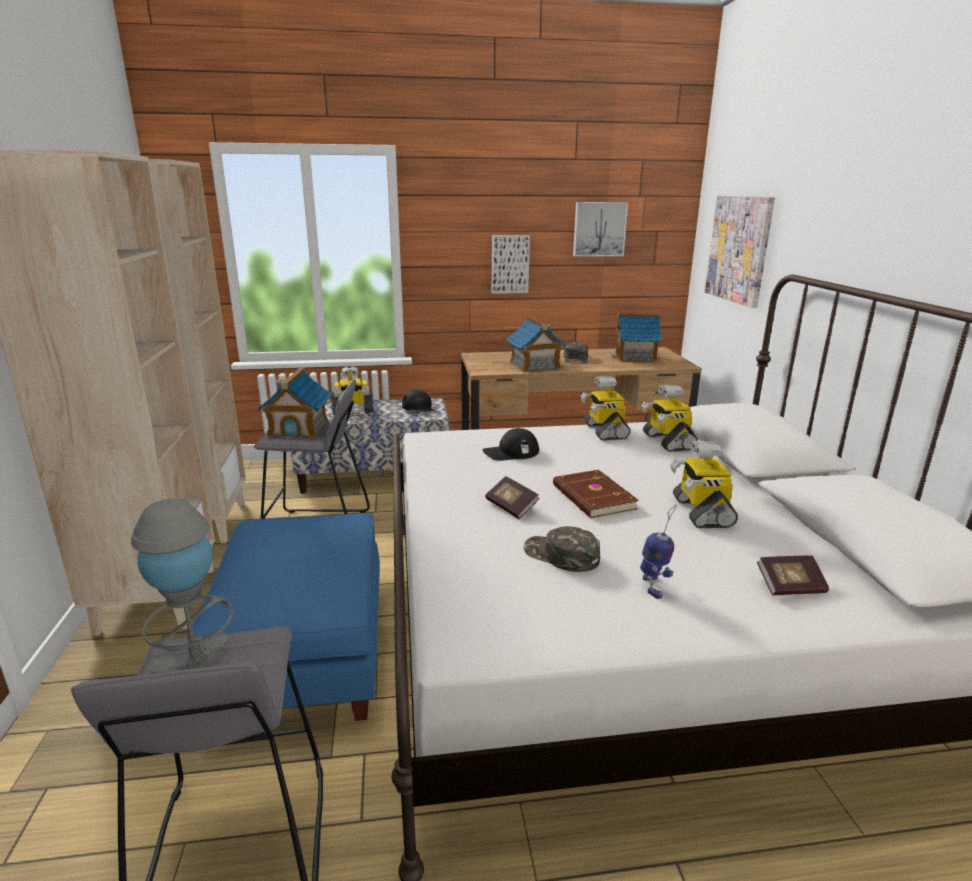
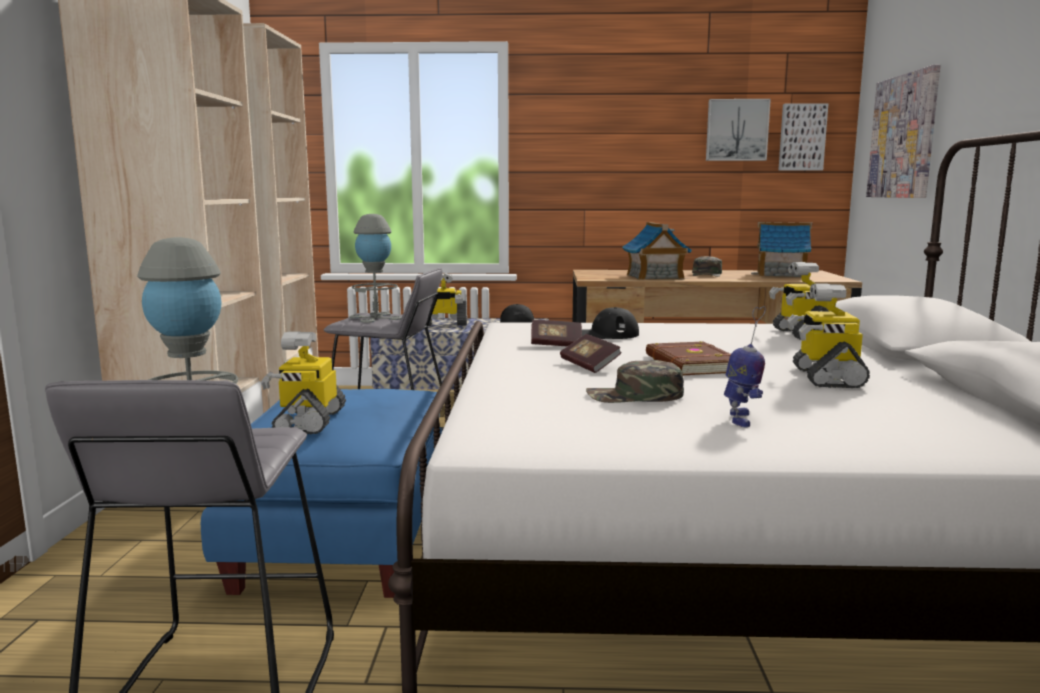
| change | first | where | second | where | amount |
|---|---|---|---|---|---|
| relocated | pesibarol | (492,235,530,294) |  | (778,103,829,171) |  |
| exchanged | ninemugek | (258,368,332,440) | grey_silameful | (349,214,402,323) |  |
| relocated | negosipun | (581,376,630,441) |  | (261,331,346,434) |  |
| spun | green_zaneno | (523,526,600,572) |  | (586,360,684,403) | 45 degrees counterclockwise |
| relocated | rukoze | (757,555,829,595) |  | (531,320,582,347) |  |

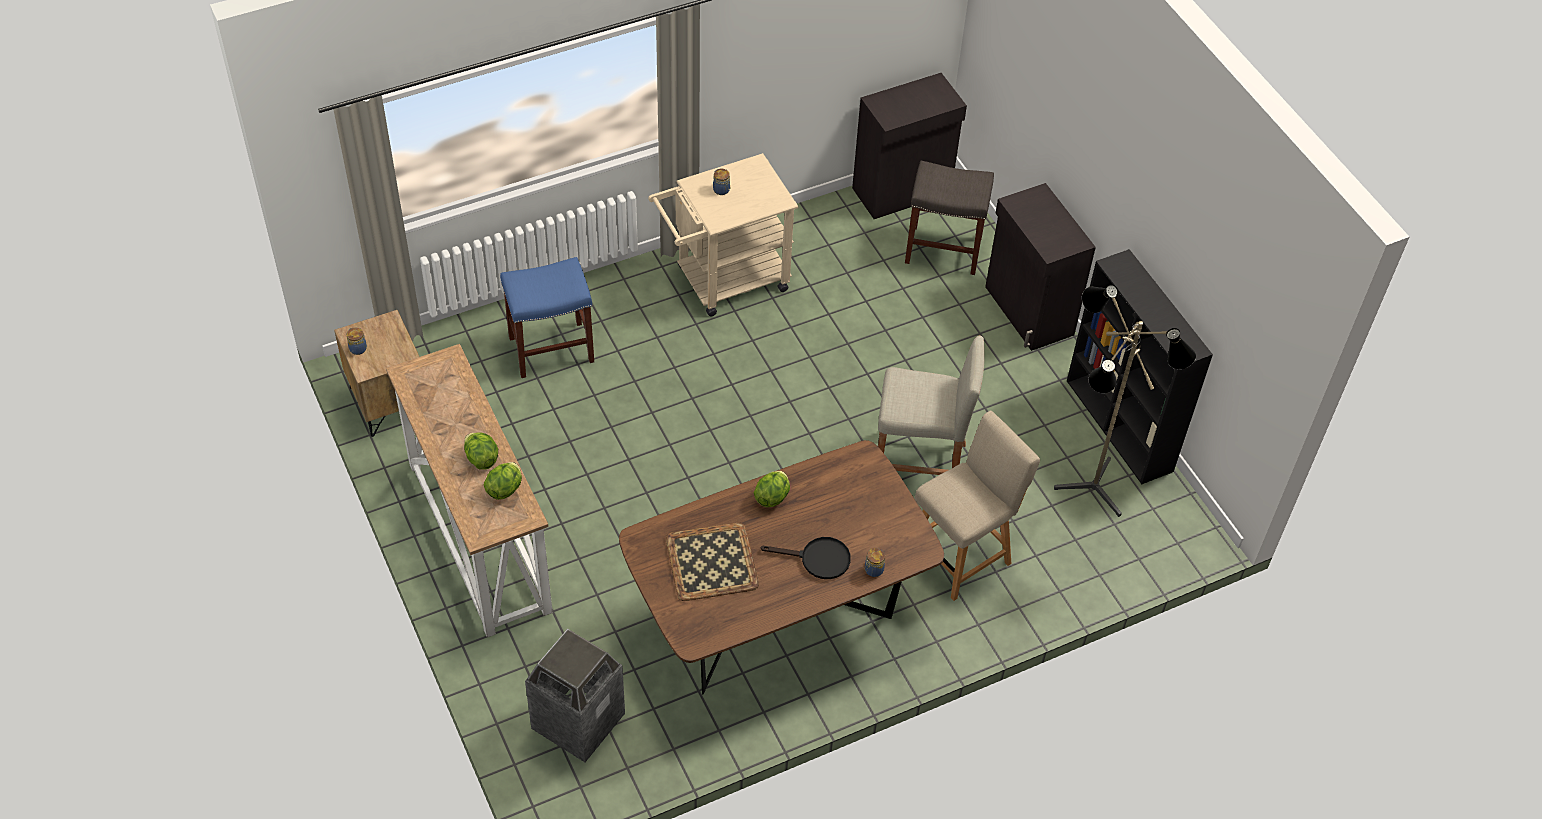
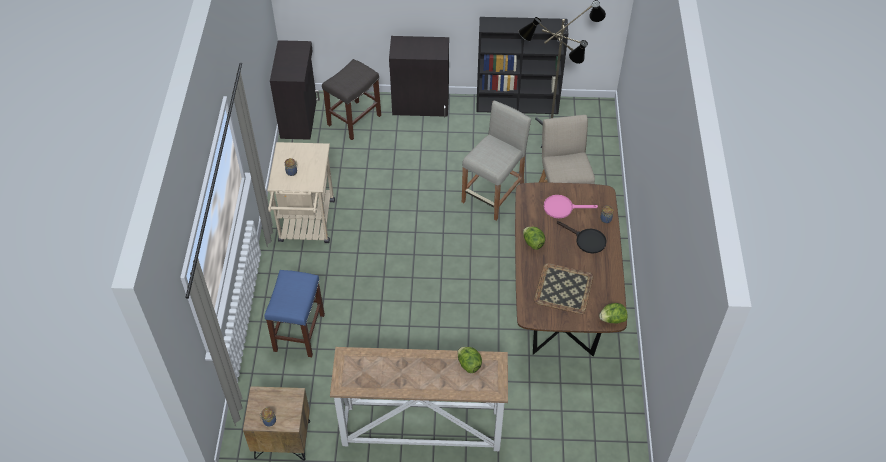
| change | first | where | second | where | amount |
|---|---|---|---|---|---|
| relocated | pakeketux | (464,432,498,470) |  | (599,303,627,324) |  |
| spun | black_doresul | (760,537,851,579) |  | (557,221,607,254) | 90 degrees clockwise |
| missing | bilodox | (525,629,625,762) |  |  |  |
| appeared |  |  | pink_doresul | (544,195,598,218) |  |

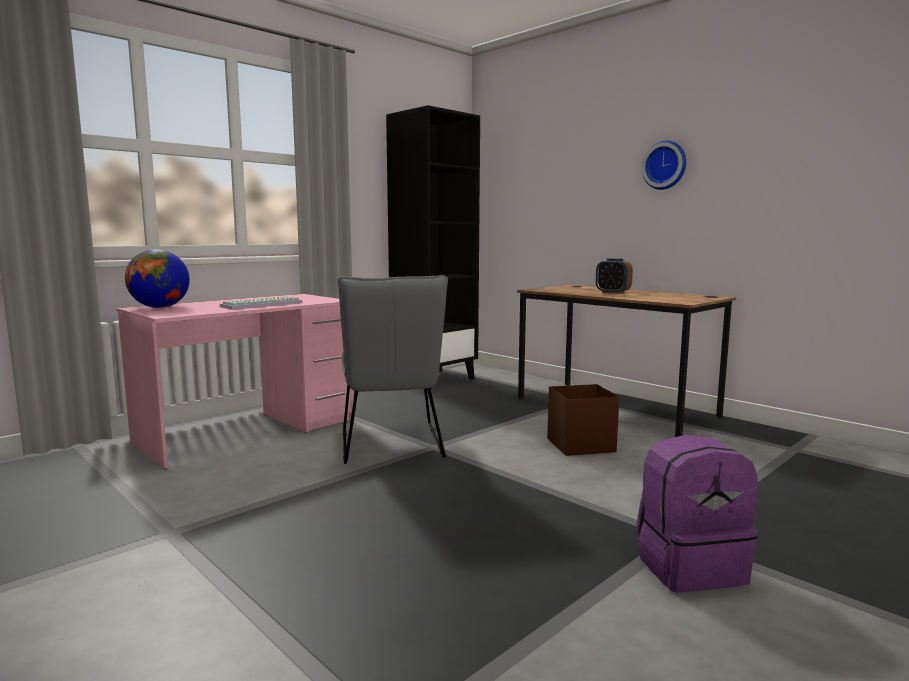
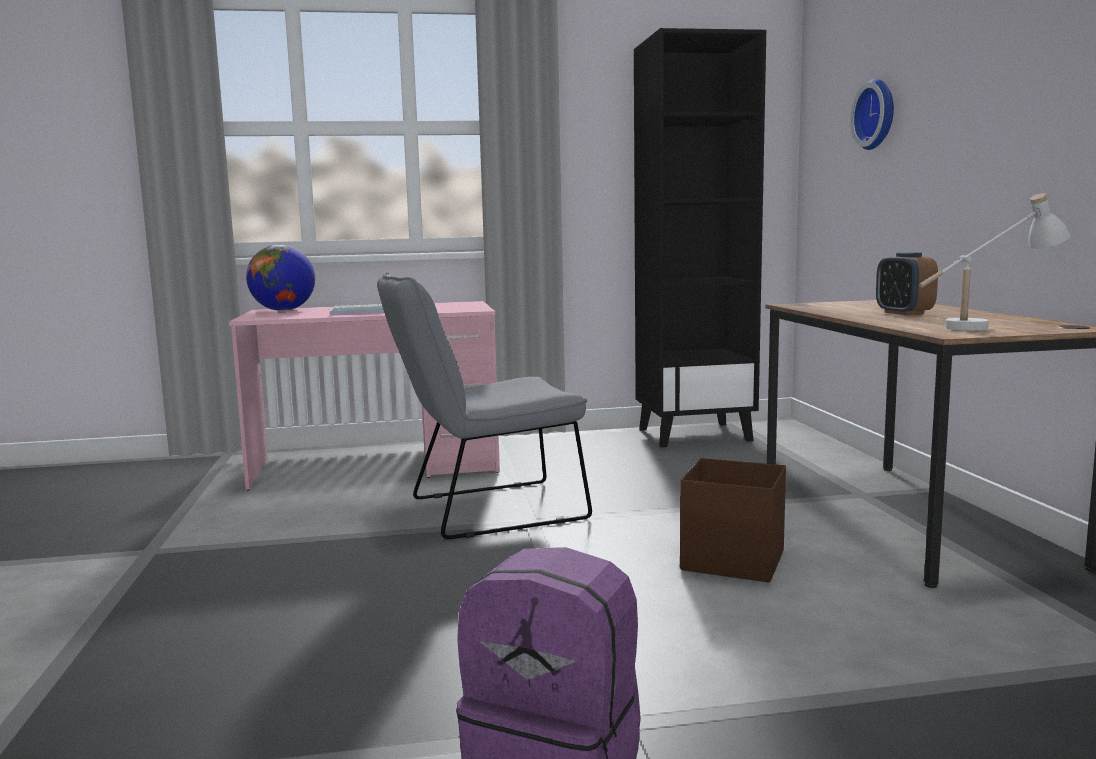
| change | first | where | second | where | amount |
|---|---|---|---|---|---|
| relocated | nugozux | (642,141,687,190) |  | (850,79,894,150) |  |
| spun | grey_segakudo | (338,275,448,464) |  | (377,273,592,539) | 45 degrees clockwise |
| appeared |  |  | white_silameful | (919,193,1071,331) |  |

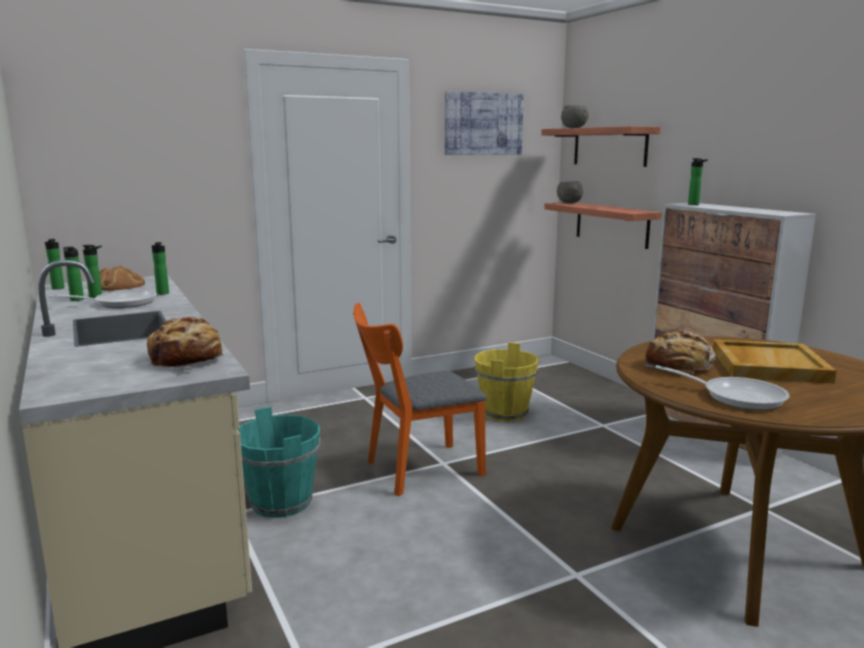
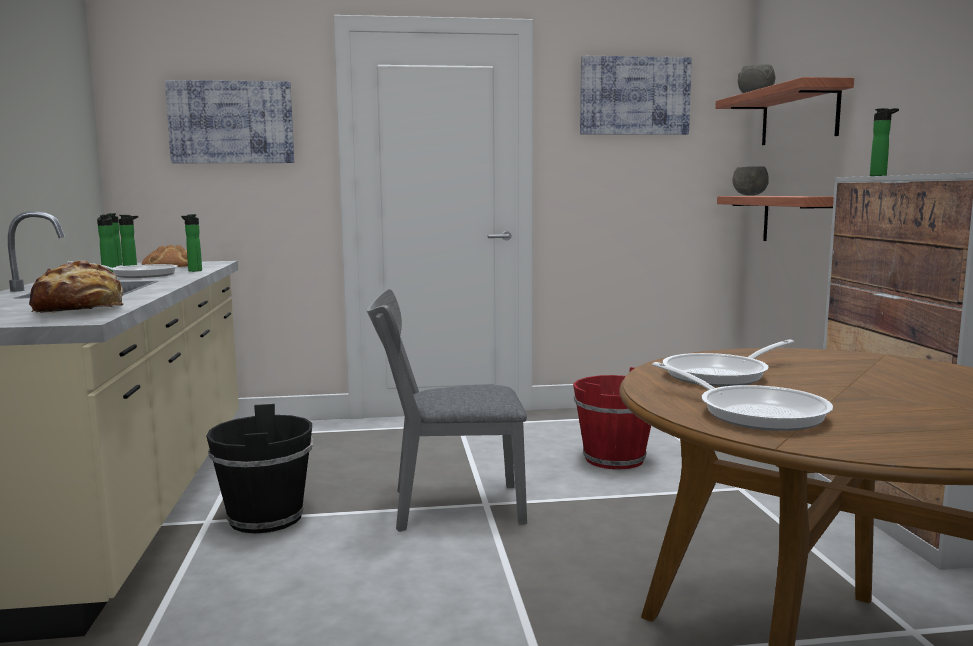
| change | first | where | second | where | amount |
|---|---|---|---|---|---|
| colour | orange_segakudo | (353,303,487,496) | grey_segakudo | (366,289,527,532) |  |
| exchanged | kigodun | (643,329,716,374) | doresul | (663,339,794,387) |  |
| missing | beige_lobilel | (713,340,837,384) |  |  |  |
| colour | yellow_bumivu | (475,342,539,422) | red_bumivu | (573,367,651,470) |  |
| colour | turquoise_bumivu | (238,407,320,518) | black_bumivu | (206,404,313,533) |  |
| appeared |  |  | pesibarol | (165,80,294,163) |  |

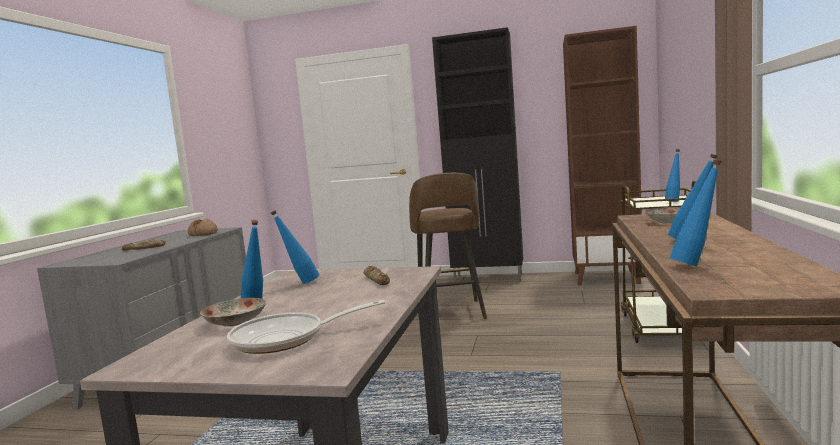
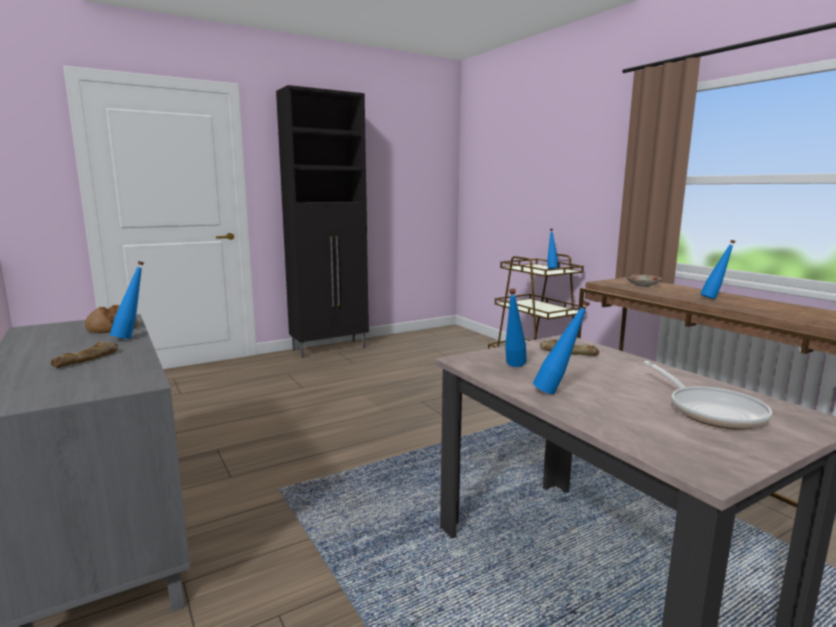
| change | first | where | second | where | amount |
|---|---|---|---|---|---|
| missing | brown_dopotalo | (563,26,642,285) |  |  |  |
| relocated | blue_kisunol | (670,159,722,266) |  | (110,261,144,339) |  |
| missing | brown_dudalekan | (409,173,487,319) |  |  |  |
| missing | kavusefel | (200,298,266,326) |  |  |  |
| spun | doresul | (227,300,385,354) |  | (643,361,772,430) | 45 degrees counterclockwise |

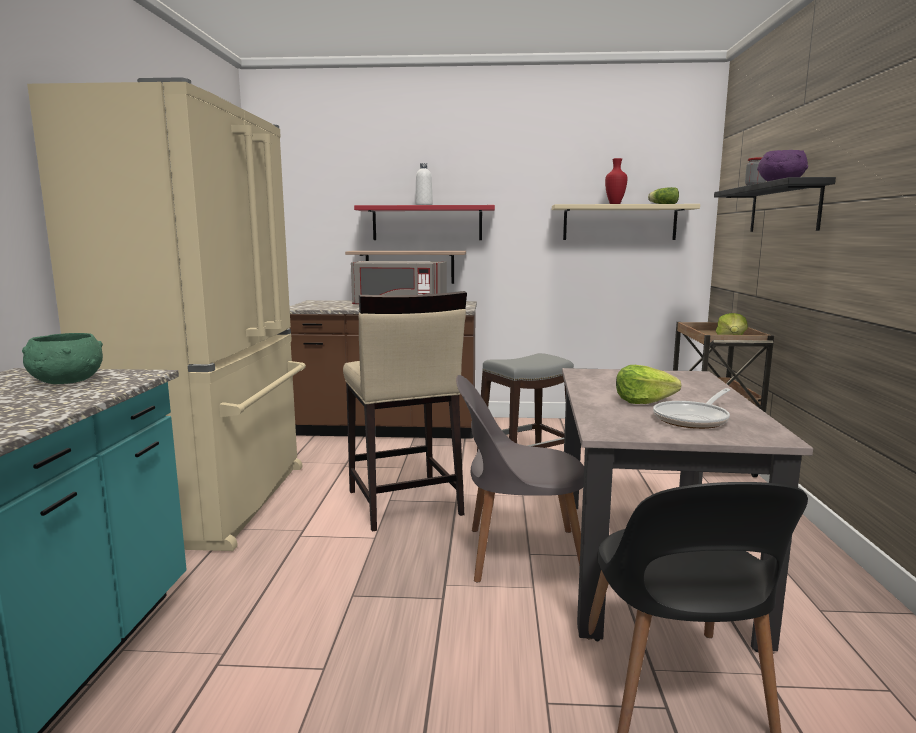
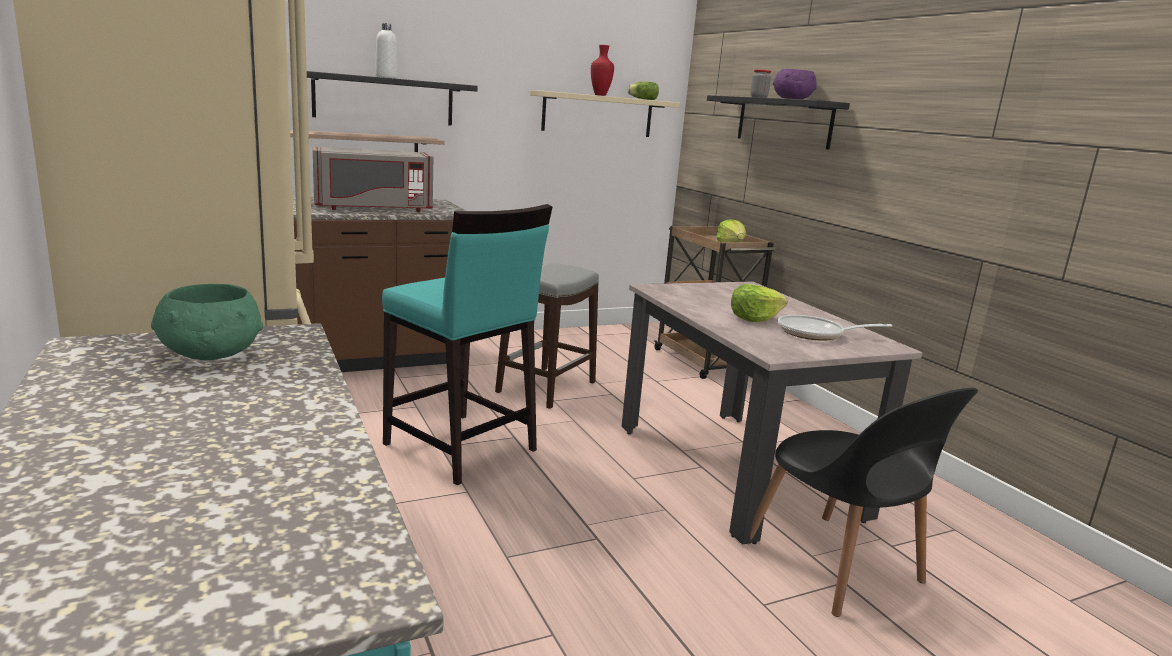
| change | first | where | second | where | amount |
|---|---|---|---|---|---|
| colour | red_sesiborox | (354,205,495,240) | black_sesiborox | (307,71,478,126) |  |
| colour | beige_dudalekan | (343,291,467,532) | turquoise_dudalekan | (382,204,553,485) |  |
| missing | grey_segakudo | (456,375,584,582) |  |  |  |
| spun | doresul | (653,388,730,429) |  | (778,315,892,341) | 75 degrees clockwise |

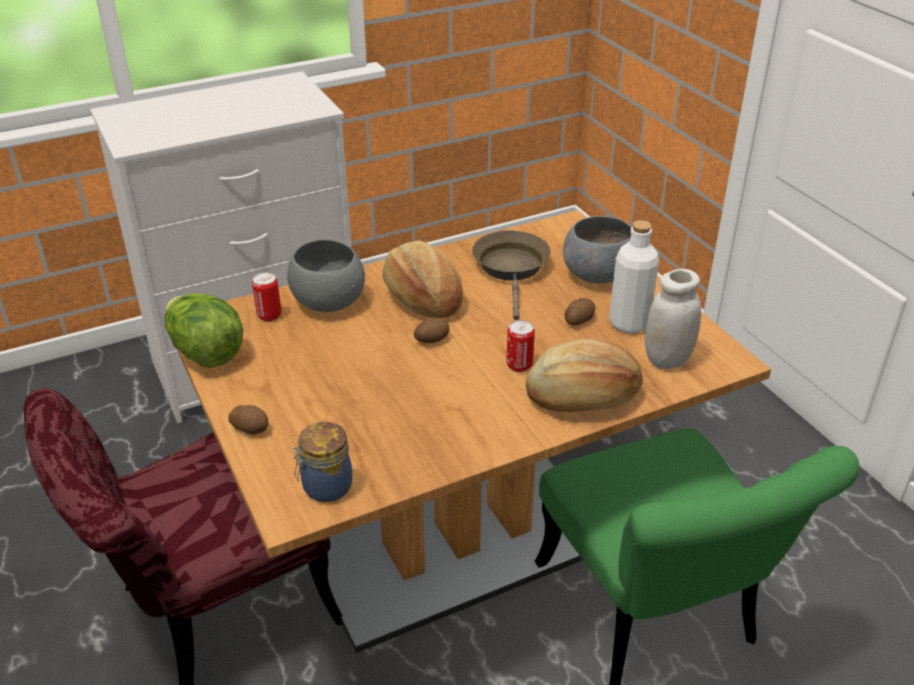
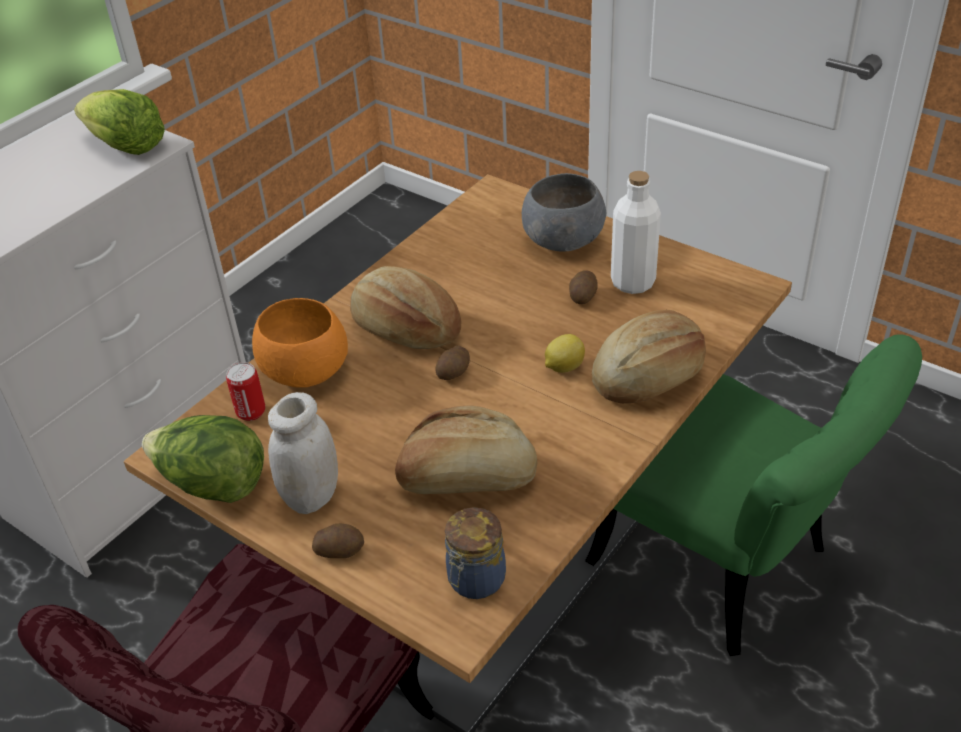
| change | first | where | second | where | amount |
|---|---|---|---|---|---|
| missing | brown_doresul | (472,230,550,320) |  |  |  |
| colour | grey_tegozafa | (287,239,365,312) | orange_tegozafa | (252,298,348,388) |  |
| relocated | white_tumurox | (645,269,701,369) |  | (268,392,338,514) |  |
| exchanged | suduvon | (506,320,535,372) | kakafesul | (545,334,585,373) |  |
| appeared |  |  | pakeketux | (74,89,165,155) |  |
| appeared |  |  | kigodun | (395,405,537,494) |  |

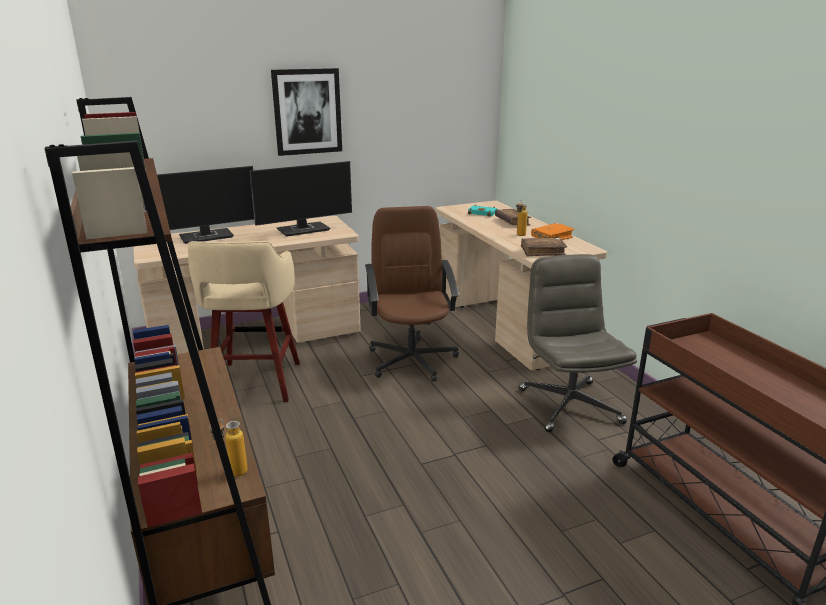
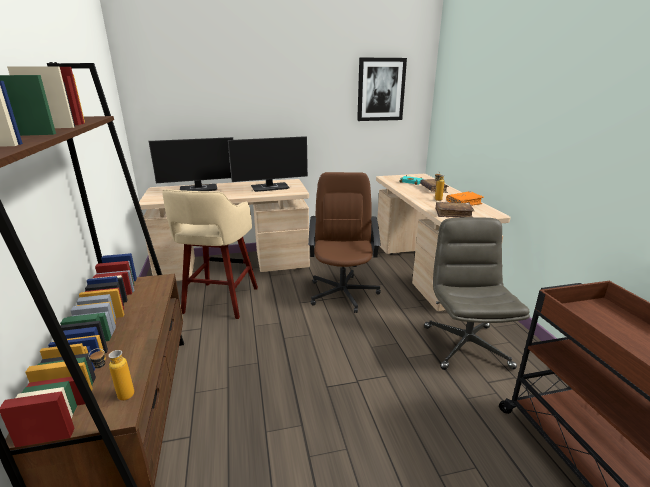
| change | first | where | second | where | amount |
|---|---|---|---|---|---|
| relocated | pesibarol | (271,68,342,156) |  | (357,58,407,121) |  |

